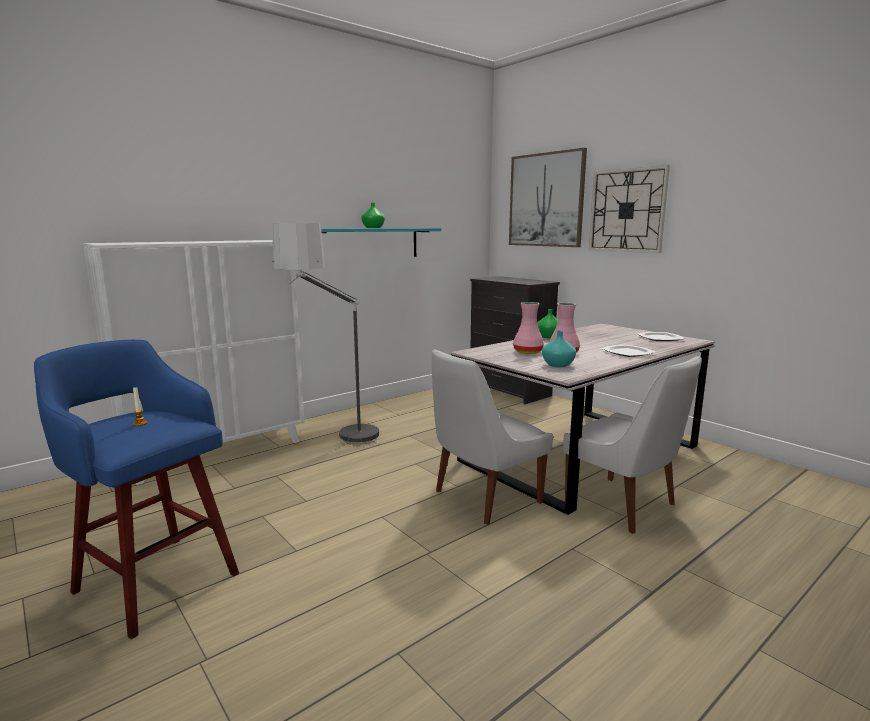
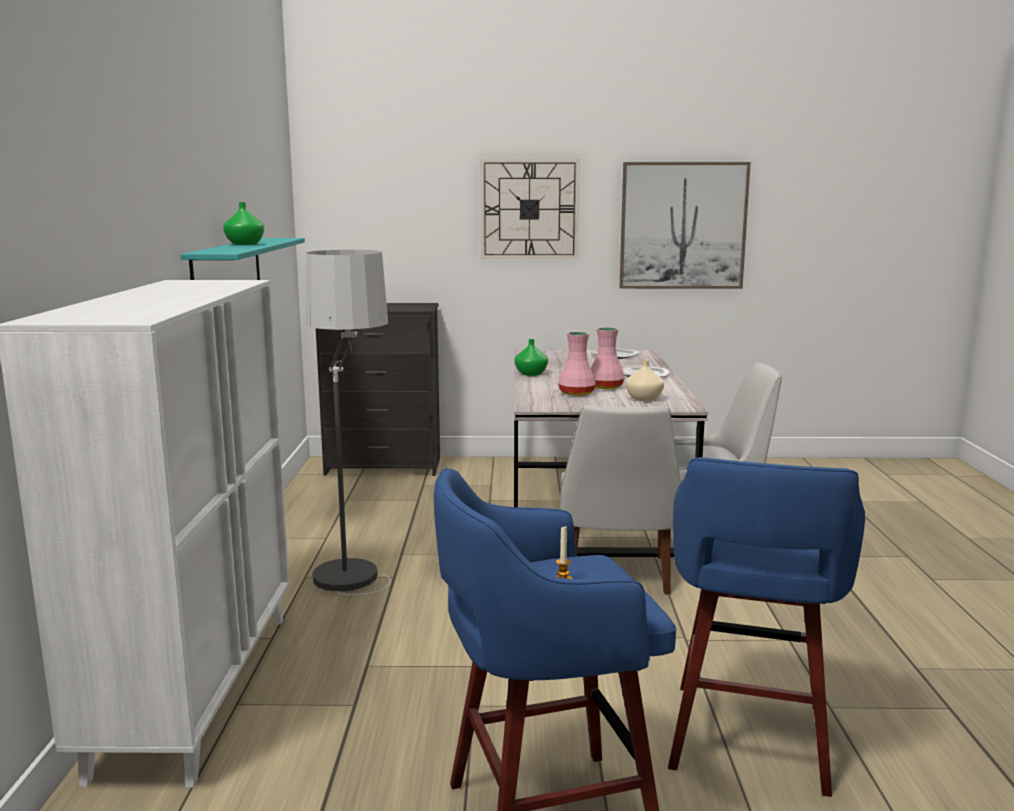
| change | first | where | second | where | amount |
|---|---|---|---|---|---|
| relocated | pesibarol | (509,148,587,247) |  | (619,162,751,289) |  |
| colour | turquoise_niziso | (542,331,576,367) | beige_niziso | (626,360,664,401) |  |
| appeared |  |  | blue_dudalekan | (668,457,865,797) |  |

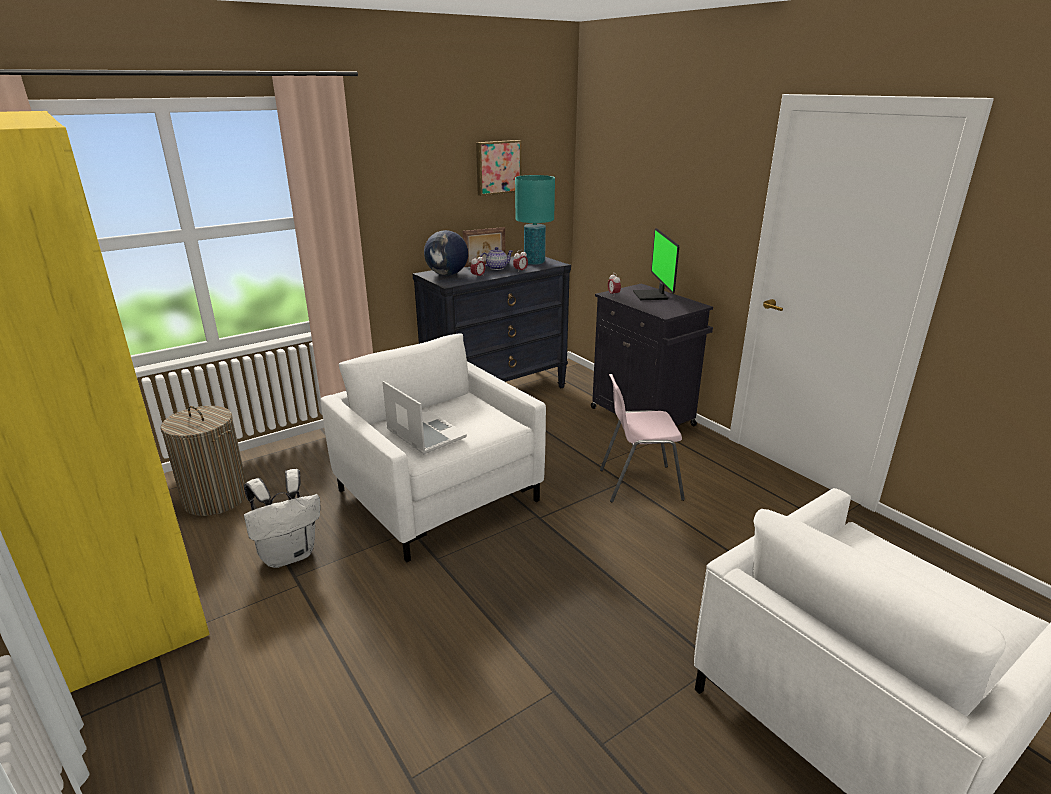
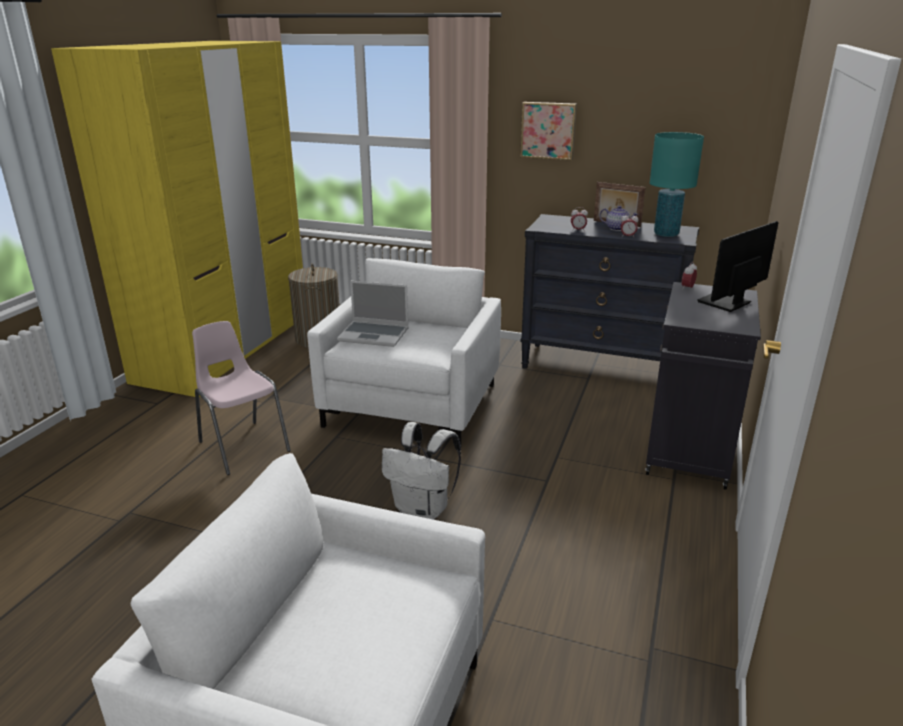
| change | first | where | second | where | amount |
|---|---|---|---|---|---|
| relocated | pesibarol | (476,140,522,196) |  | (520,102,577,161) |  |
| missing | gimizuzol | (424,230,468,275) |  |  |  |
| relocated | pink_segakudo | (600,374,685,502) |  | (192,321,291,475) |  |
| spun | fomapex | (382,381,467,454) |  | (337,281,409,347) | 90 degrees clockwise |
| relocated | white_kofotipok | (244,469,321,568) |  | (382,422,461,520) |  |

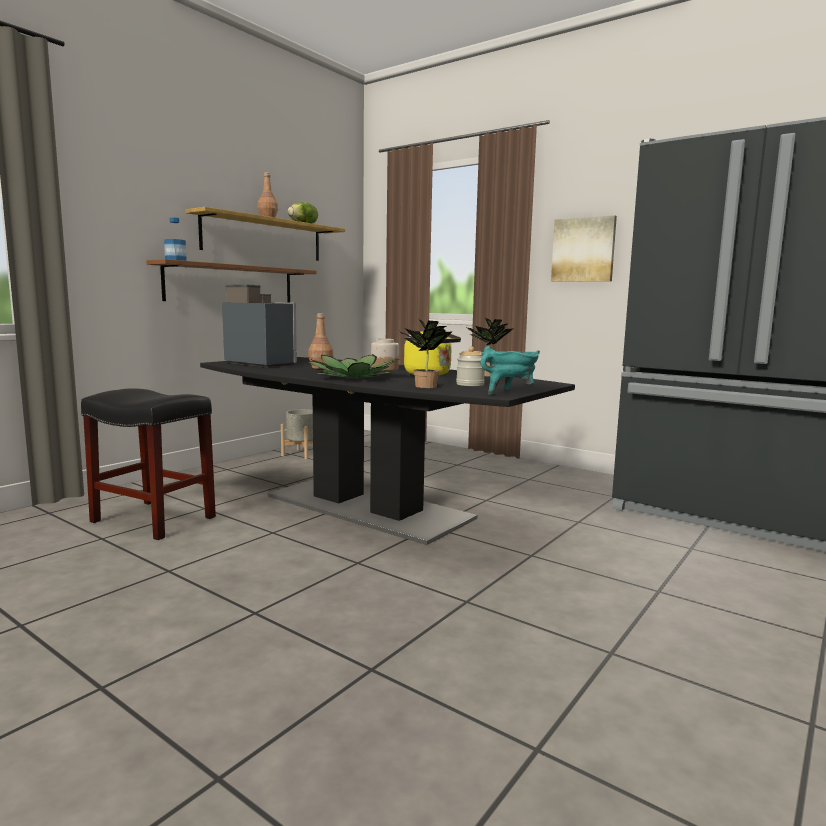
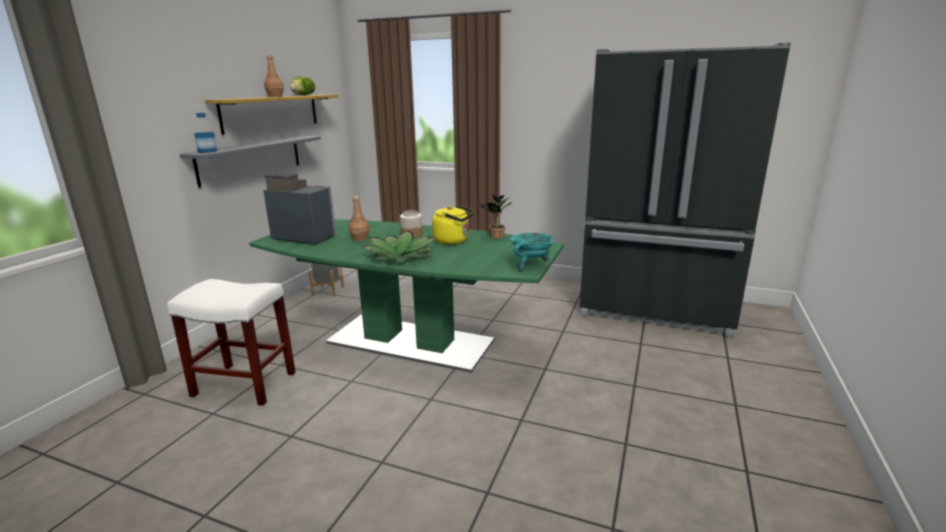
| change | first | where | second | where | amount |
|---|---|---|---|---|---|
| missing | pesibarol | (551,215,617,282) |  |  |  |
| colour | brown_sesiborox | (146,259,317,303) | grey_sesiborox | (180,136,321,188) |  |
| missing | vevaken | (399,319,453,388) |  |  |  |
| missing | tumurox | (456,346,485,386) |  |  |  |
| colour | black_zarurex | (200,357,575,545) | green_zarurex | (249,219,564,373) |  |
| colour | black_dudalekan | (81,388,216,540) | white_dudalekan | (167,279,296,407) |  |

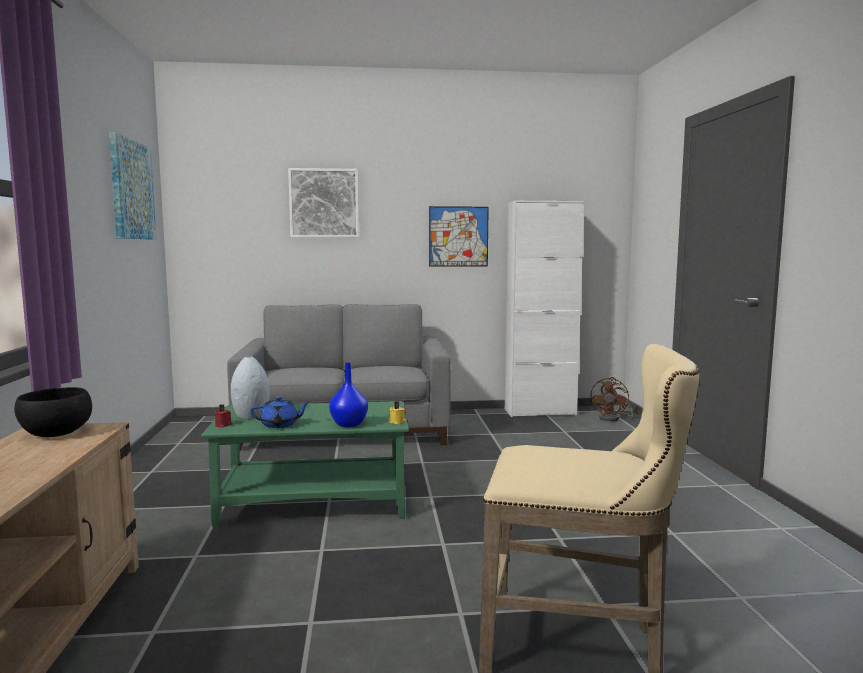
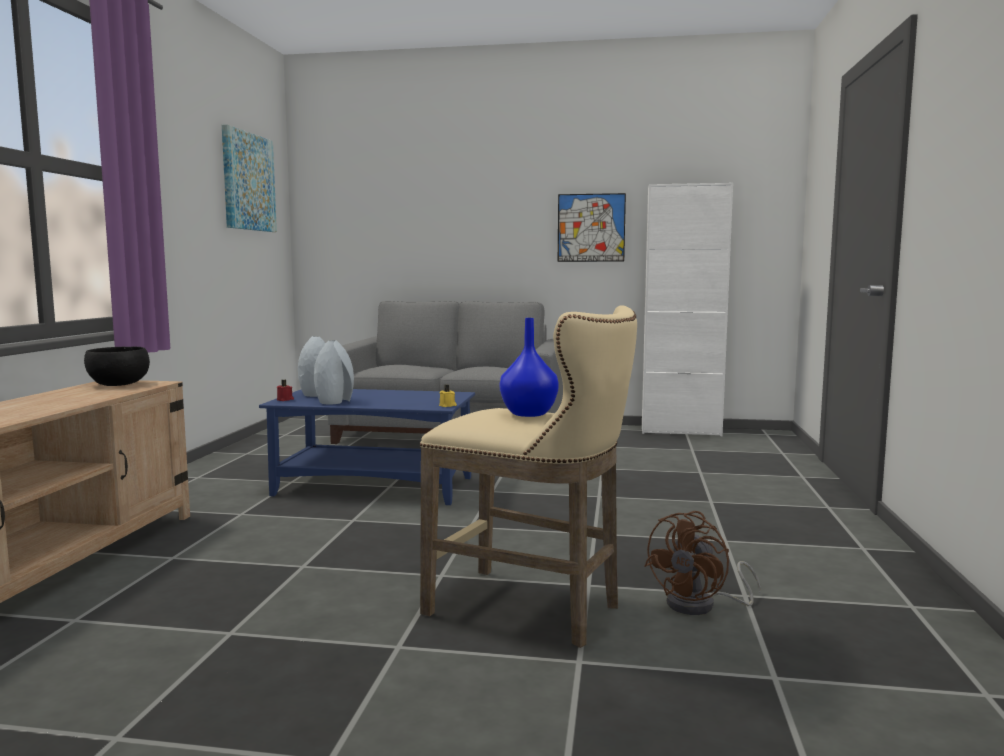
| change | first | where | second | where | amount |
|---|---|---|---|---|---|
| missing | pesibarol | (288,168,359,238) |  |  |  |
| relocated | blue_niziso | (329,363,368,427) |  | (500,318,559,417) |  |
| relocated | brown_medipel | (591,377,633,421) |  | (644,511,761,615) |  |
| exchanged | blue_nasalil | (250,397,311,428) | grey_niziso | (314,340,354,404) |  |
| colour | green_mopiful | (201,401,409,527) | blue_mopiful | (259,389,475,505) |  |

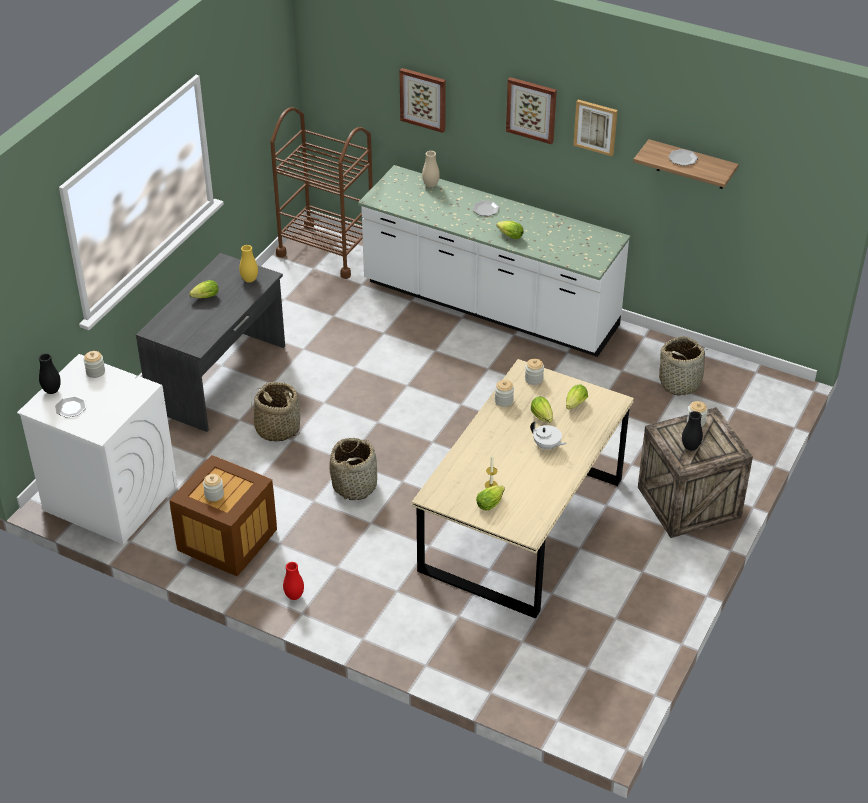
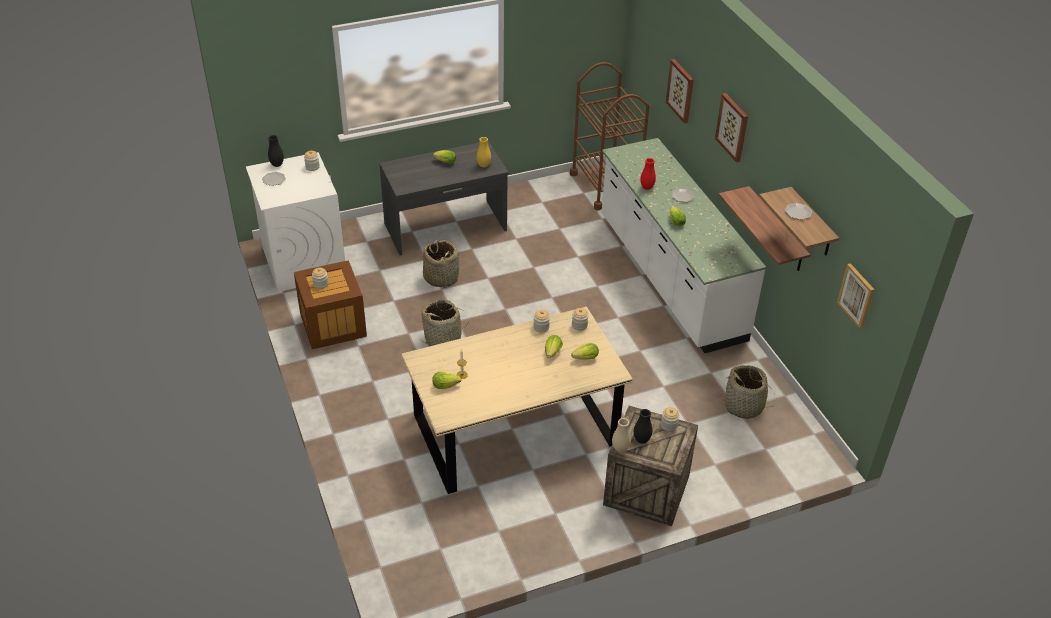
| change | first | where | second | where | amount |
|---|---|---|---|---|---|
| relocated | pesibarol | (573,100,618,156) |  | (837,263,875,329) |  |
| relocated | beige_niziso | (422,151,440,187) |  | (612,418,631,453) |  |
| missing | white_nasalil | (530,421,567,450) |  |  |  |
| relocated | red_niziso | (283,562,304,600) |  | (640,158,656,190) |  |
| appeared |  |  | sesiborox | (718,186,810,271) |  |

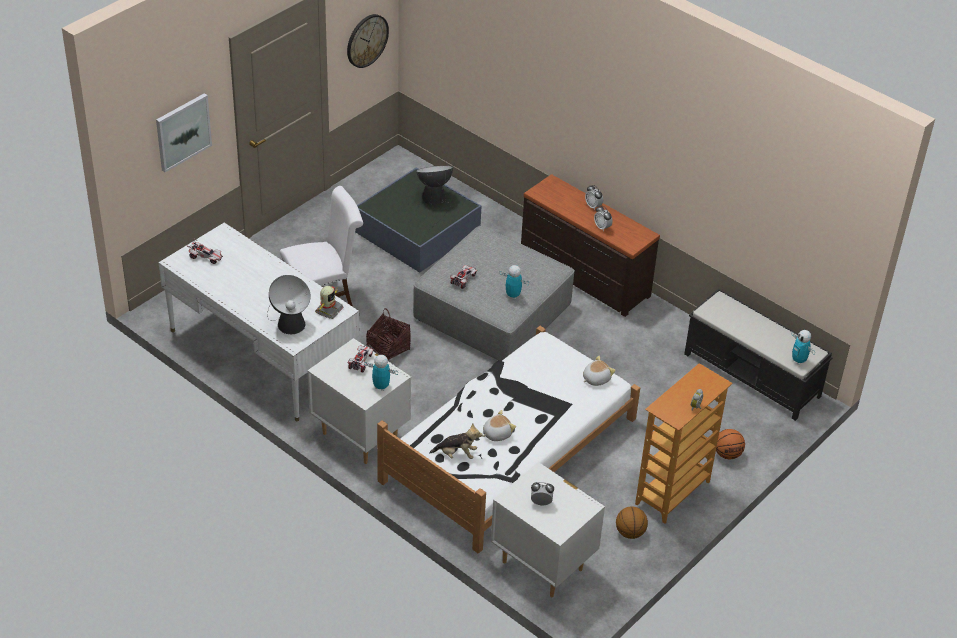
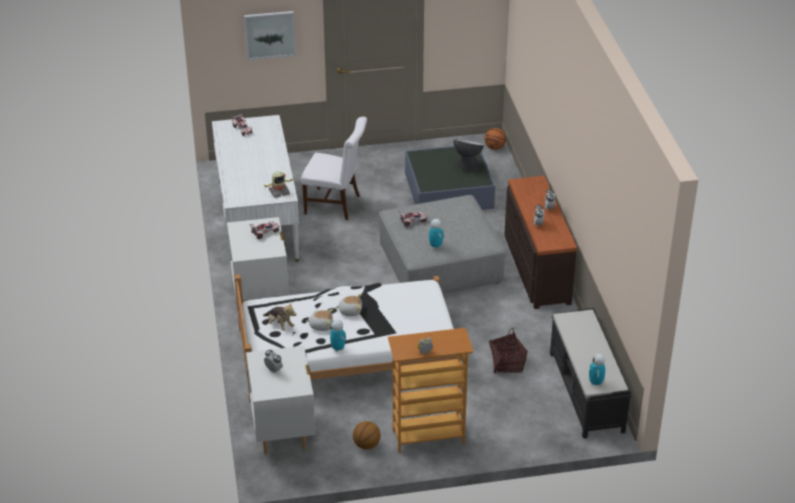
| change | first | where | second | where | amount |
|---|---|---|---|---|---|
| missing | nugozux | (347,14,389,68) |  |  |  |
| missing | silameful | (267,275,311,334) |  |  |  |
| relocated | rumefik | (366,308,411,360) |  | (489,328,527,373) |  |
| relocated | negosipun | (364,355,398,391) |  | (329,320,346,352) |  |
| relocated | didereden | (583,356,616,386) |  | (336,294,362,316) |  |
| relocated | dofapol | (716,429,745,459) |  | (484,128,506,150) |  |

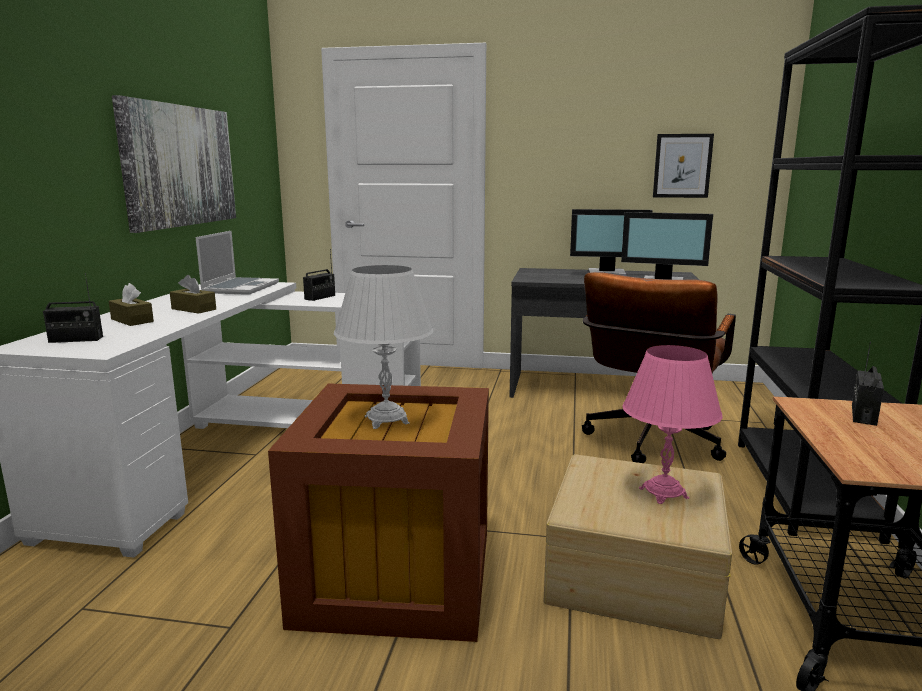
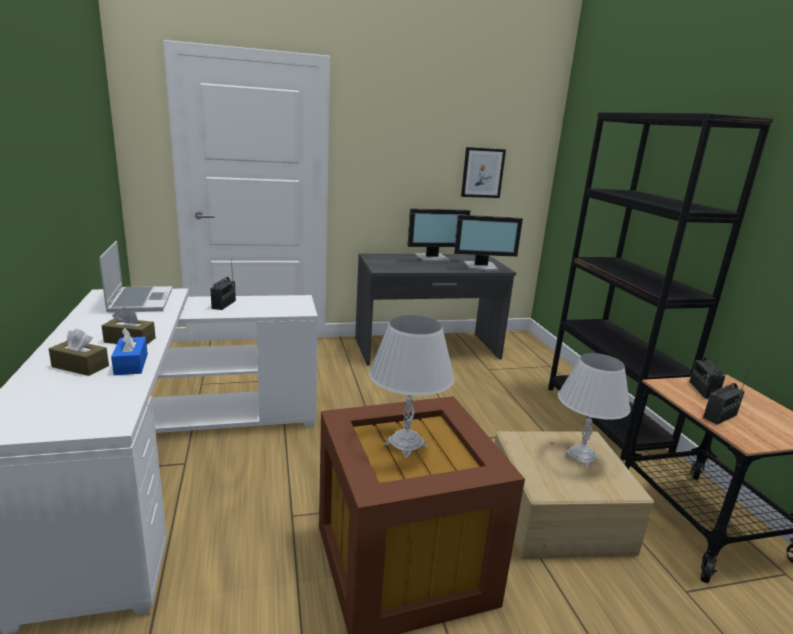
| change | first | where | second | where | amount |
|---|---|---|---|---|---|
| missing | pesibarol | (112,95,236,233) |  |  |  |
| missing | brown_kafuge | (582,272,736,463) |  |  |  |
| relocated | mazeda | (43,273,103,343) |  | (703,363,751,425) |  |
| colour | pink_silameful | (622,345,723,504) | white_silameful | (558,353,631,468) |  |
| appeared |  |  | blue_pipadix | (111,328,148,375) |  |

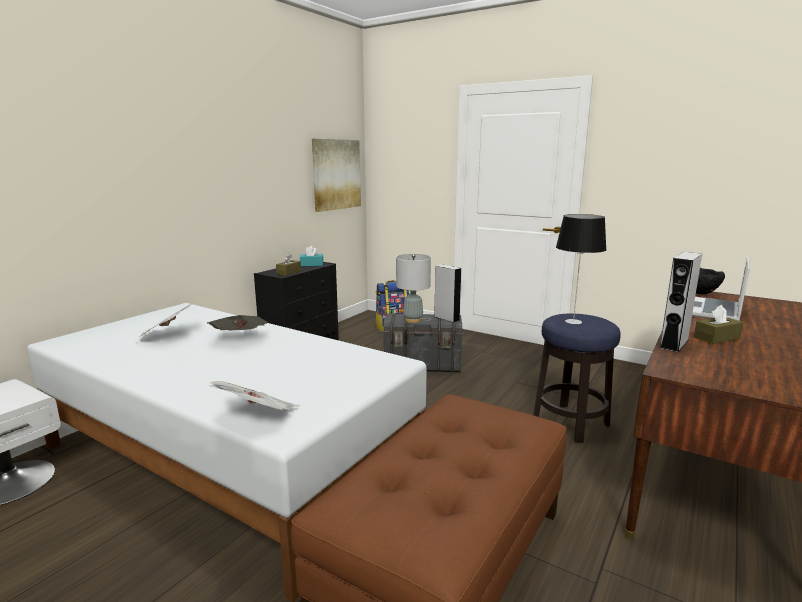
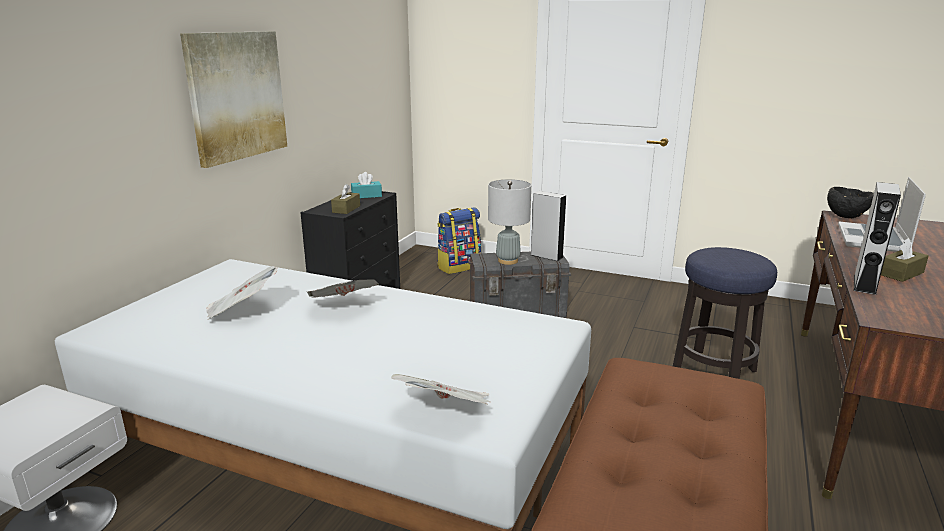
| change | first | where | second | where | amount |
|---|---|---|---|---|---|
| relocated | pesibarol | (312,139,361,212) |  | (180,31,287,168) |  |
| missing | silameful | (556,214,607,324) |  |  |  |

